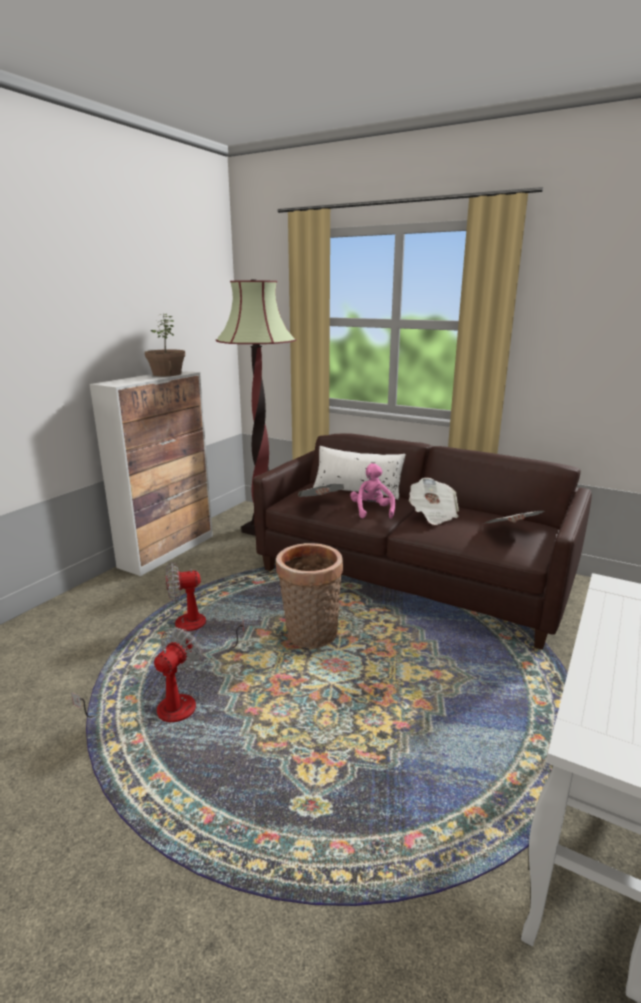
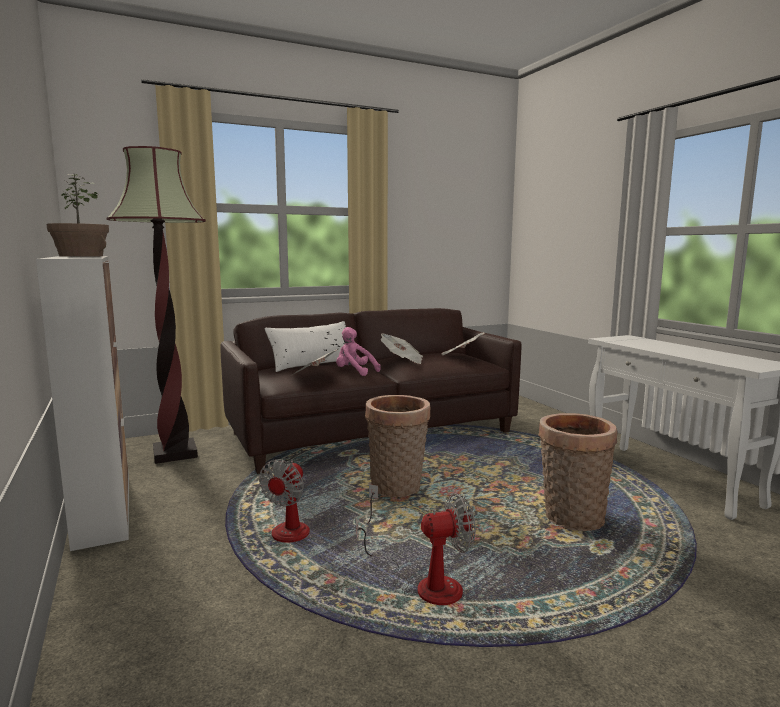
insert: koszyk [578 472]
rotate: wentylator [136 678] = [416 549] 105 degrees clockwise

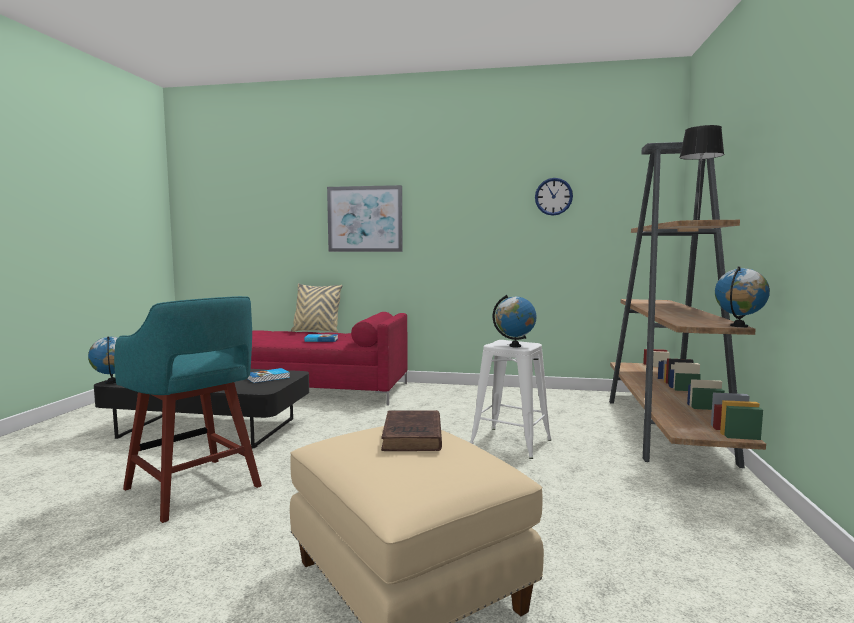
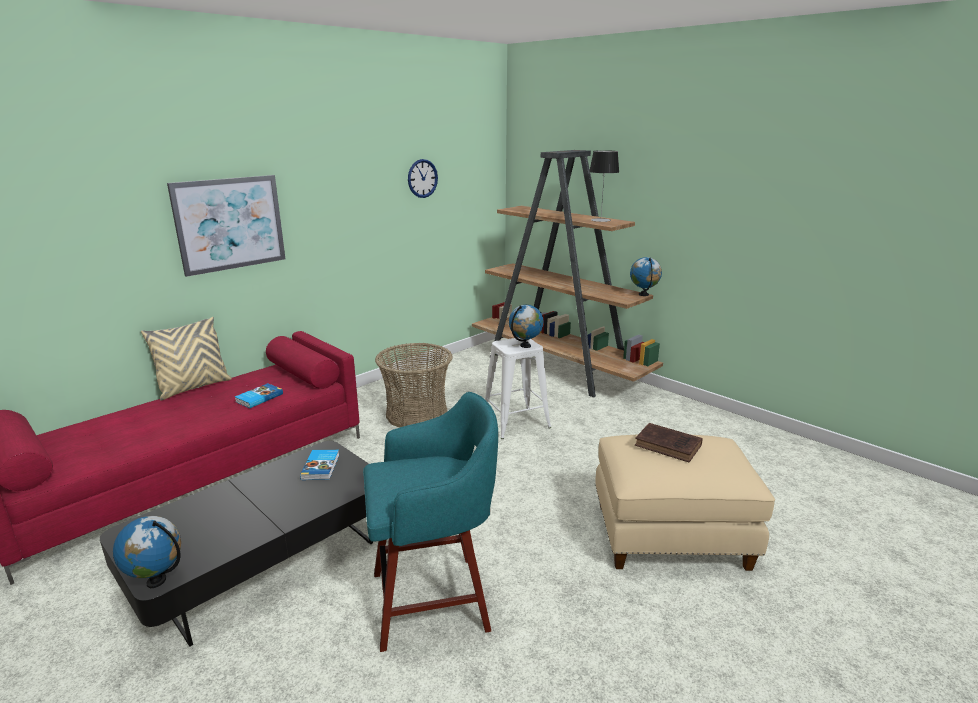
insert: koszyk [414 385]

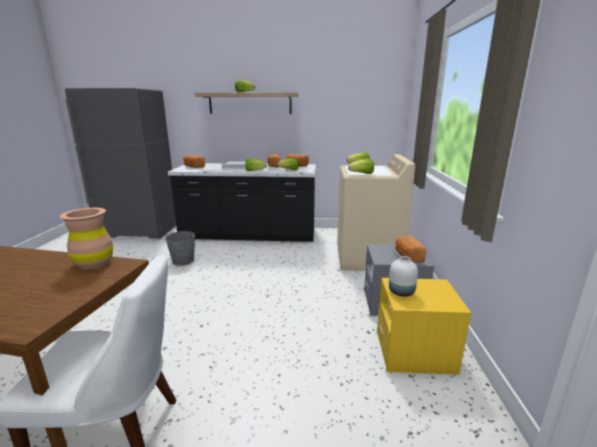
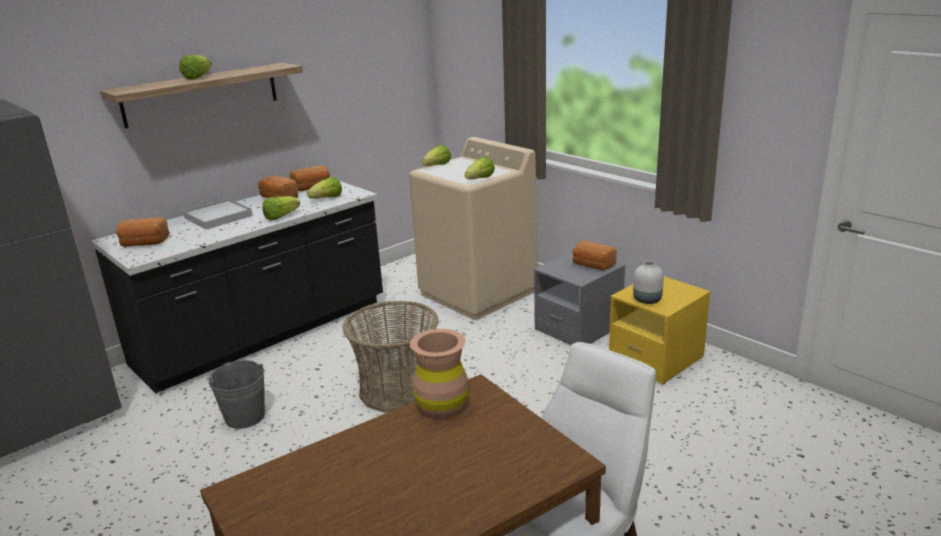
insert: koszyk [390 357]

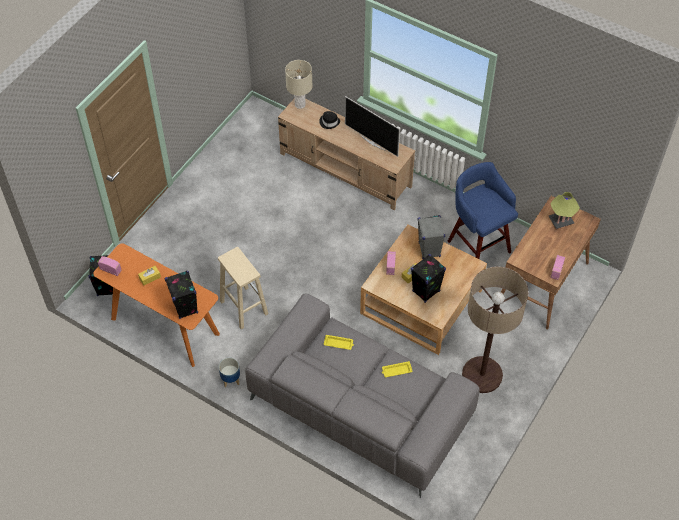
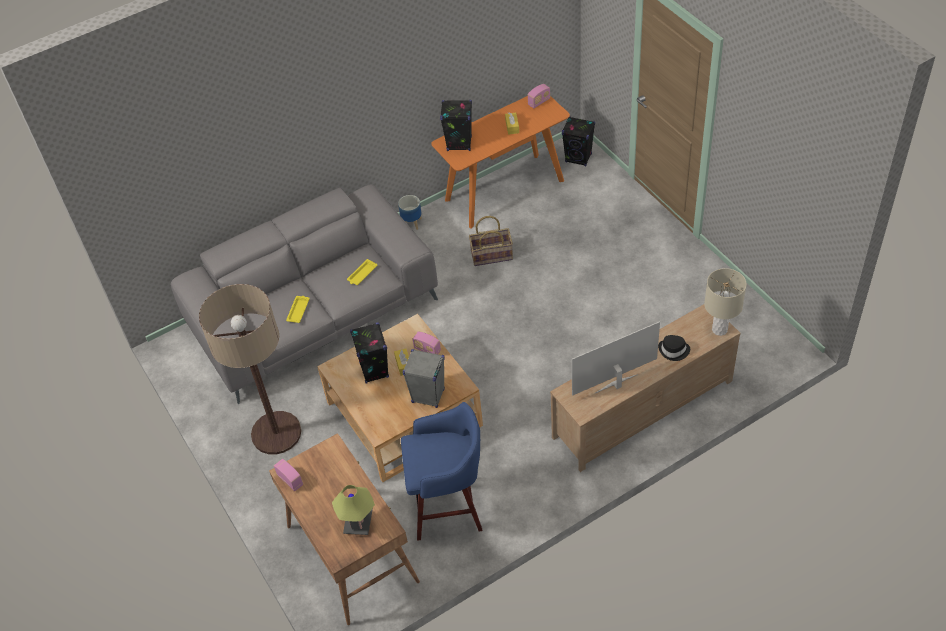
replace: stołek [beżowy] [243 288] to koszyk [491 241]

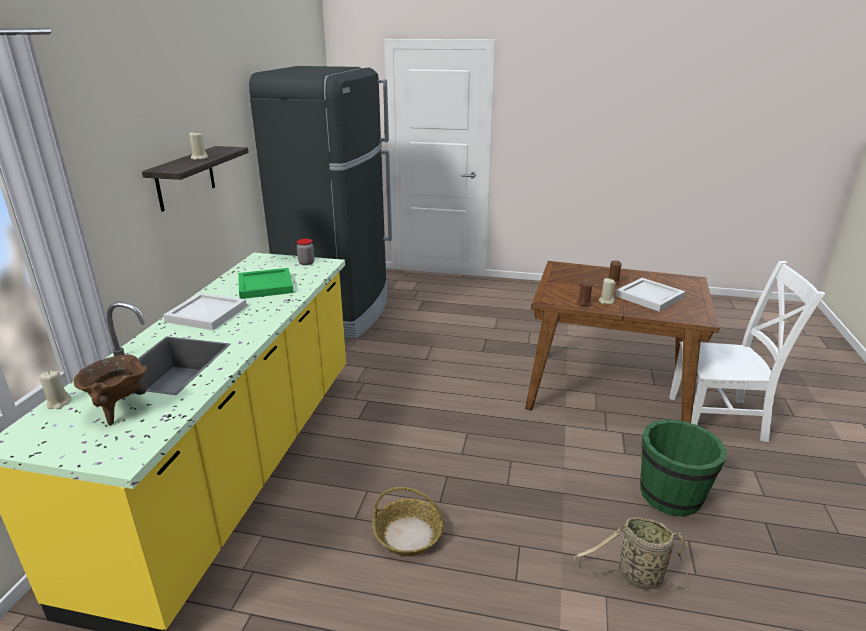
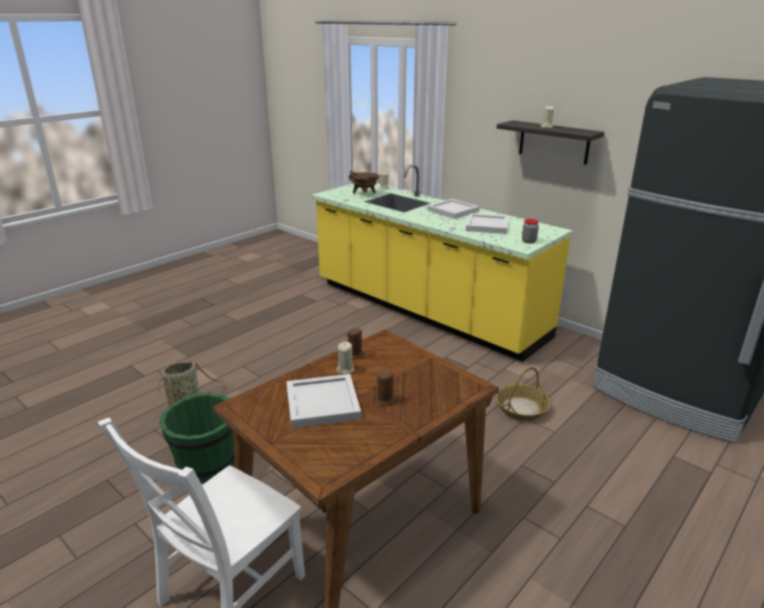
move: koszyk [409 521] to [523 394]
recolor: taca [zielony] [266 283] to taca [biały] [487 223]

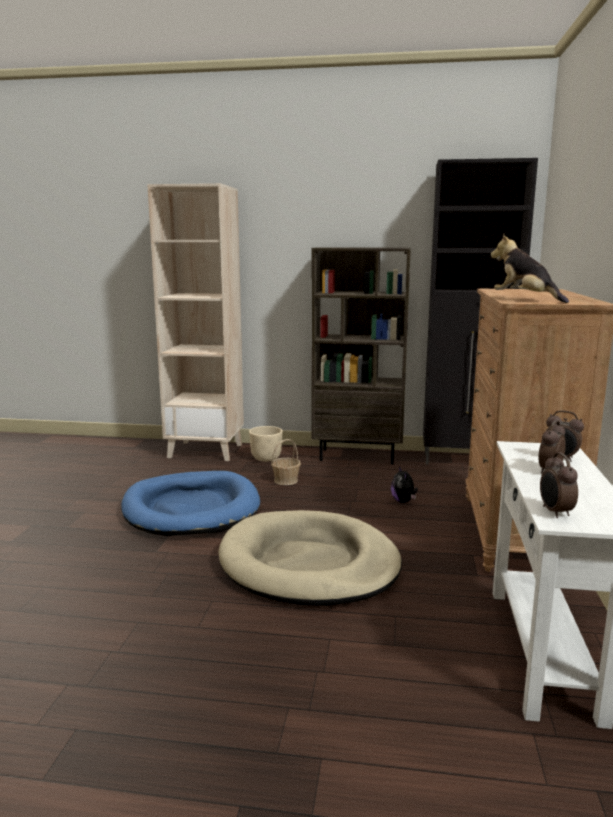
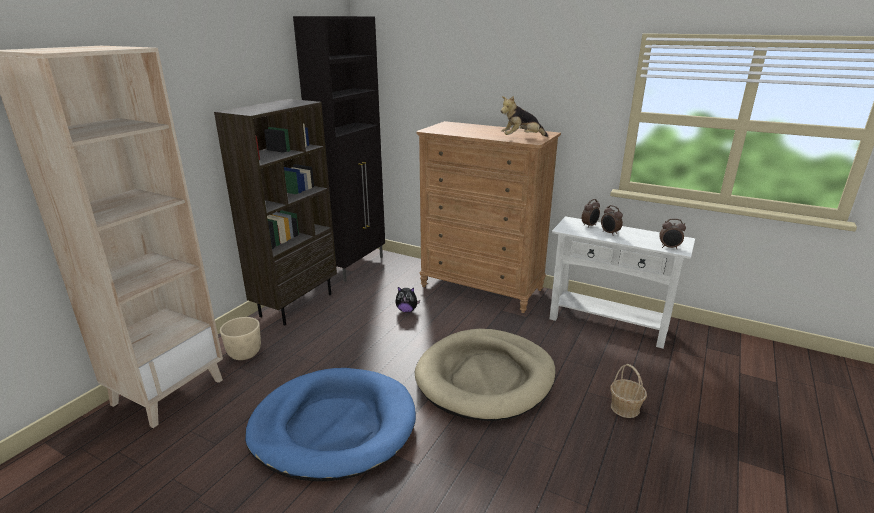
move: koszyk [286 462] to [628 391]

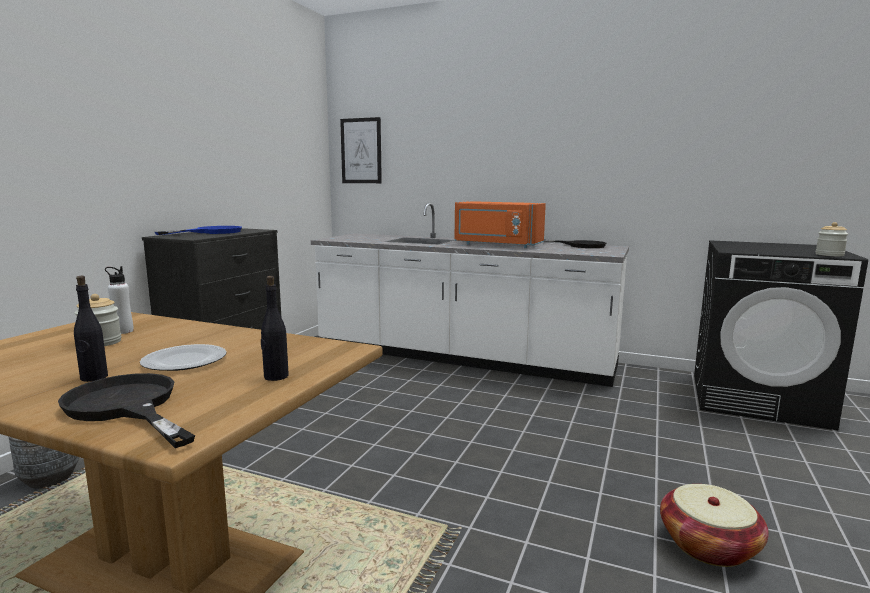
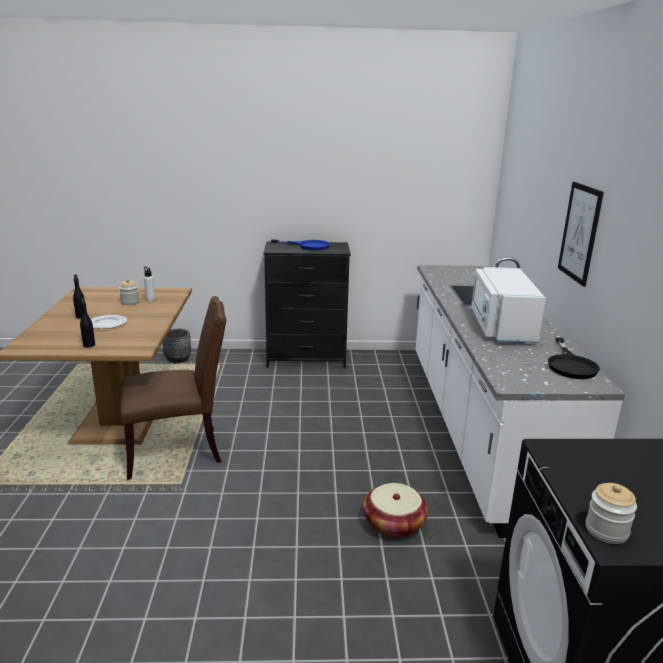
delete: patelnia [czarny] [126 410]
insert: krzesło [brązowy] [173 388]
move: obraz [361 150] to [581 234]; koszyk [714 525] to [395 510]
recolor: mikrofalówka [pomarańczowy] [500 224] to mikrofalówka [biały] [508 305]

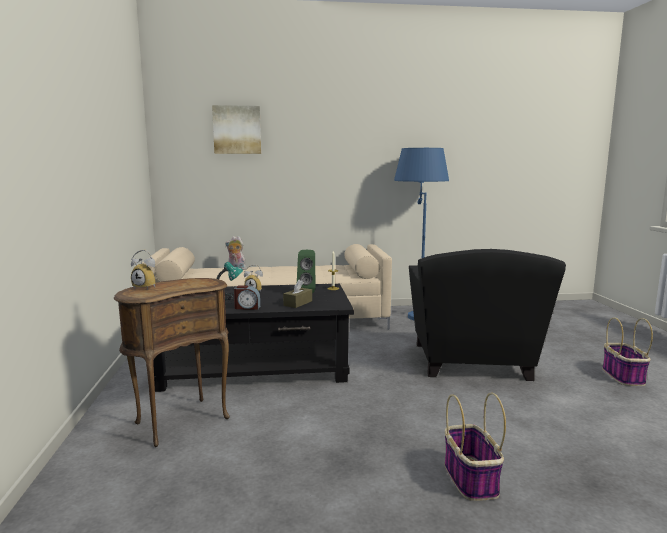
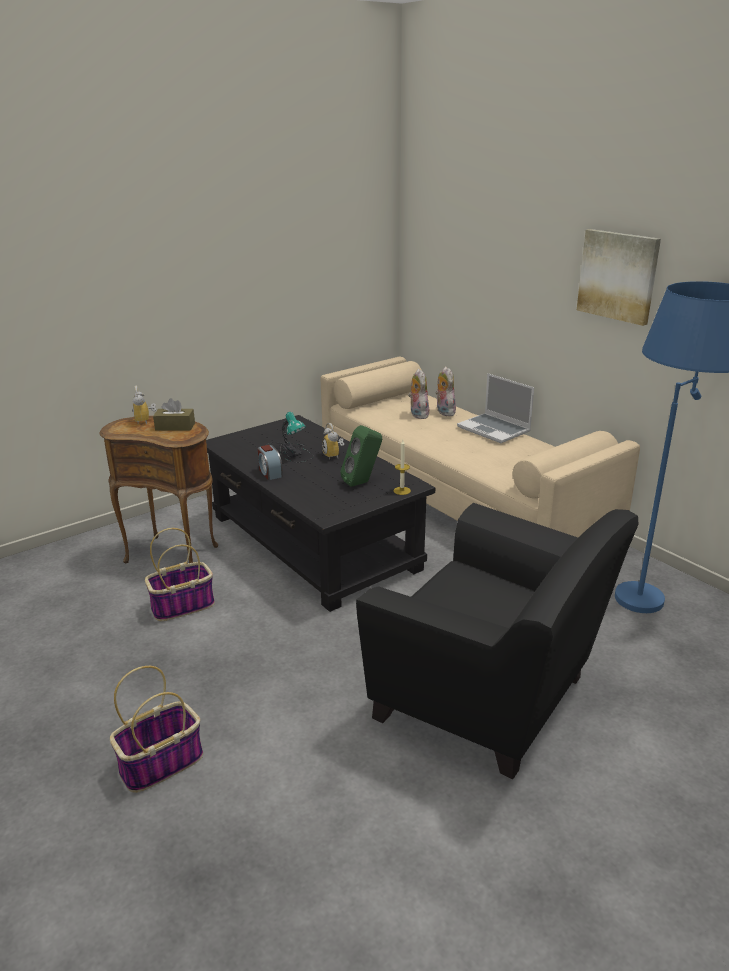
insert: pluszak [418 394]; laptop [495 408]
move: obraz [236 129] to [619 277]; pudełko chusteczek [brązowy] [297 294] to [174 414]; koszyk [627 351] to [180 574]
rotate: fotel [czarny] [487 315] = [497 641] 120 degrees counterclockwise

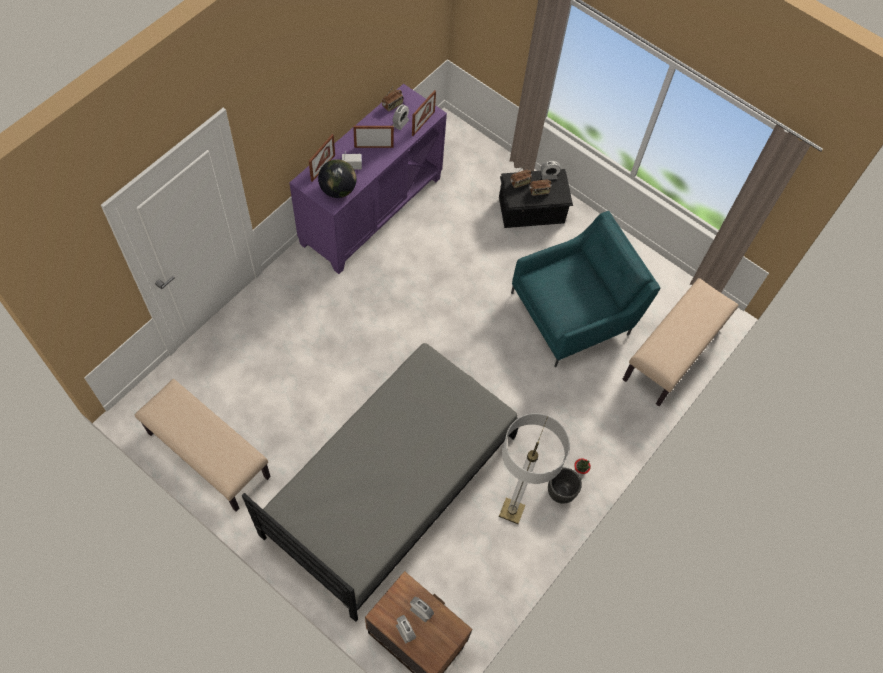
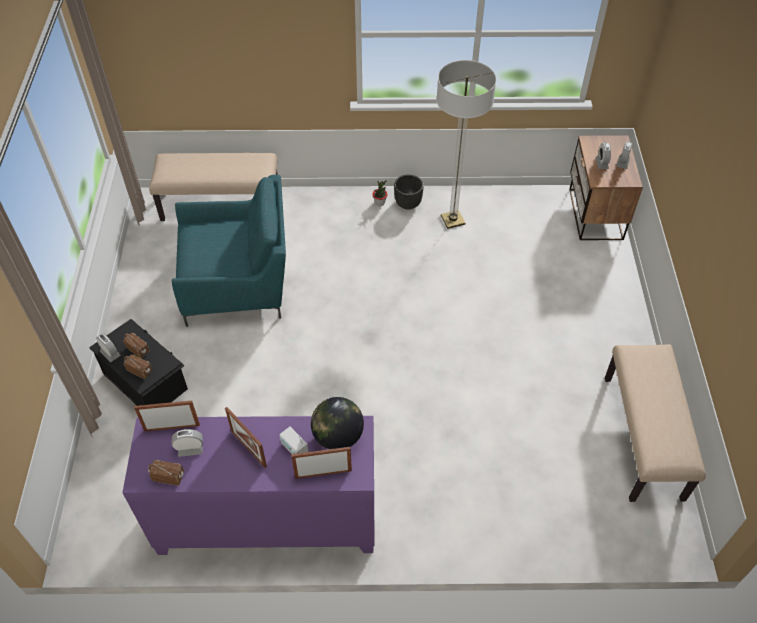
delete: łóżko [szary] [380 482]
rotate: fotel [turkusowy] [585 289] = [229 251] 150 degrees clockwise

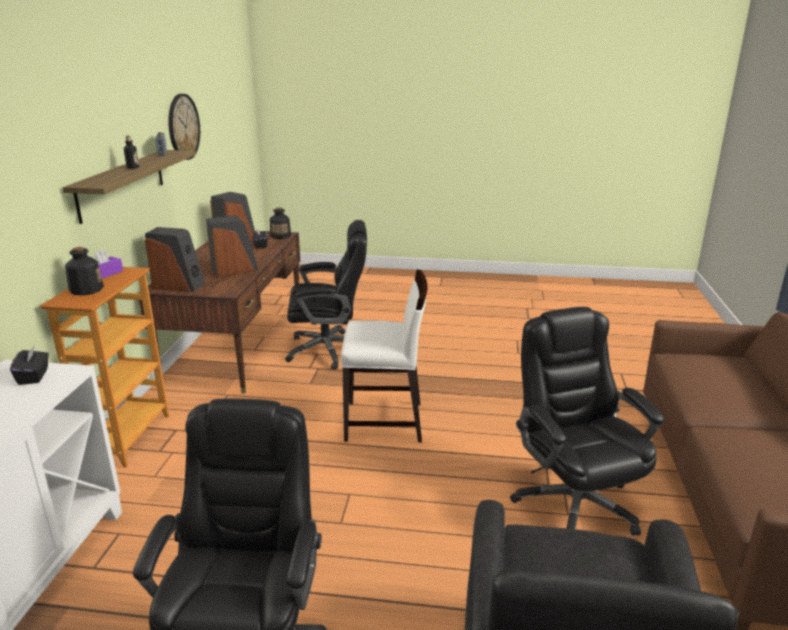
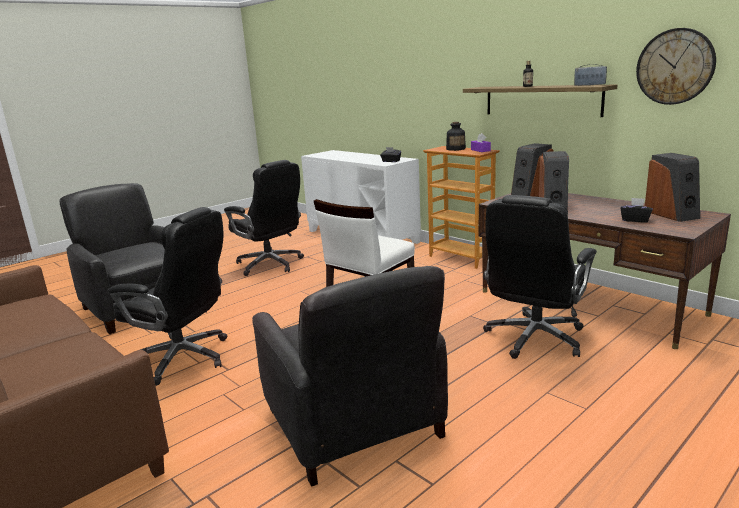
delete: butelka [280 223]
insert: fotel [czarny] [350 376]

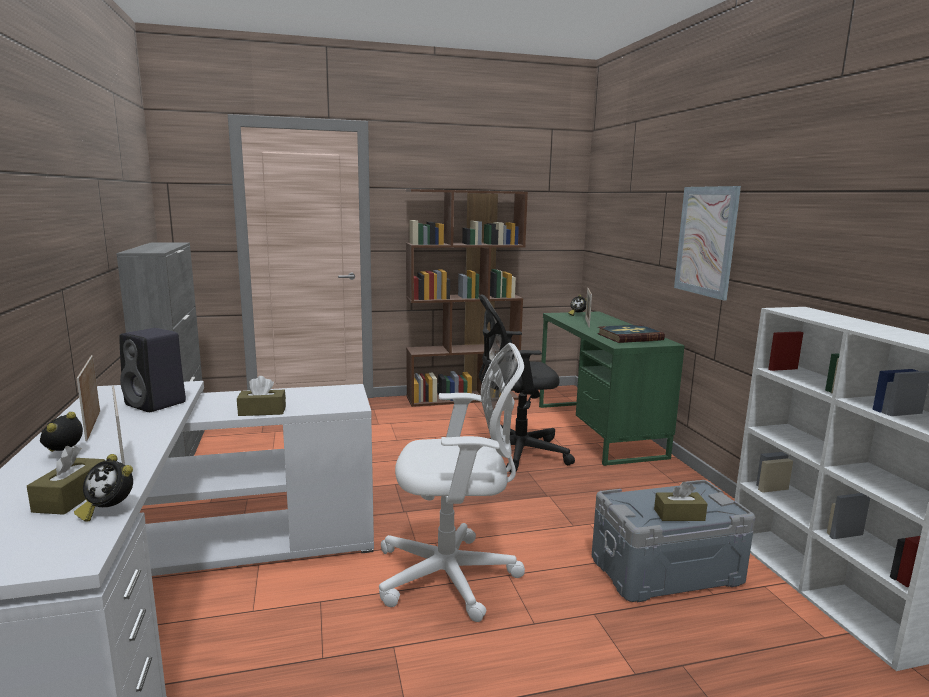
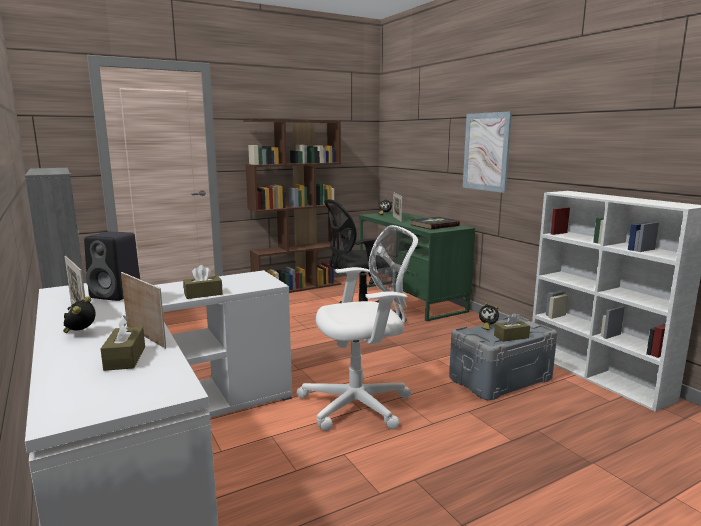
move: budzik [103 487] to [489 316]

